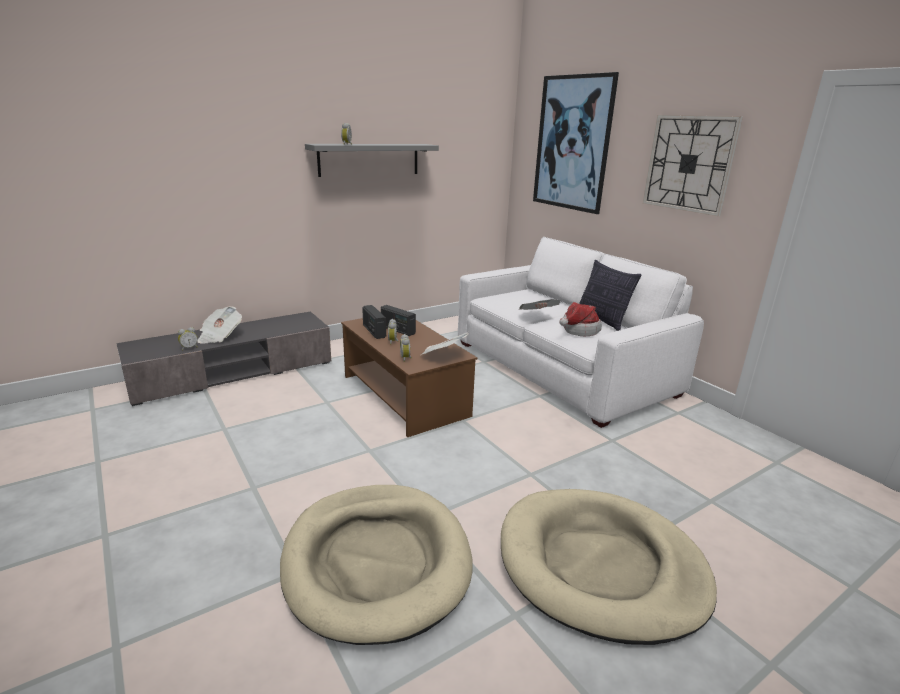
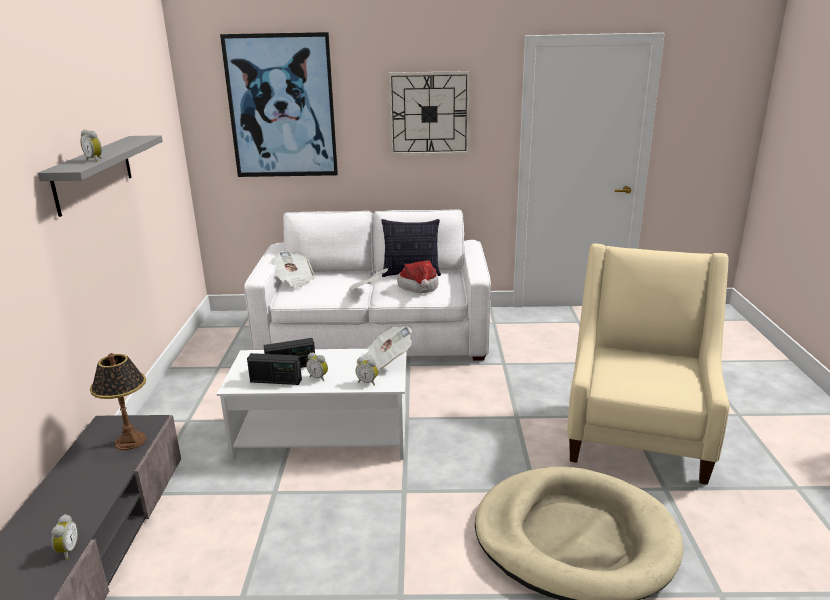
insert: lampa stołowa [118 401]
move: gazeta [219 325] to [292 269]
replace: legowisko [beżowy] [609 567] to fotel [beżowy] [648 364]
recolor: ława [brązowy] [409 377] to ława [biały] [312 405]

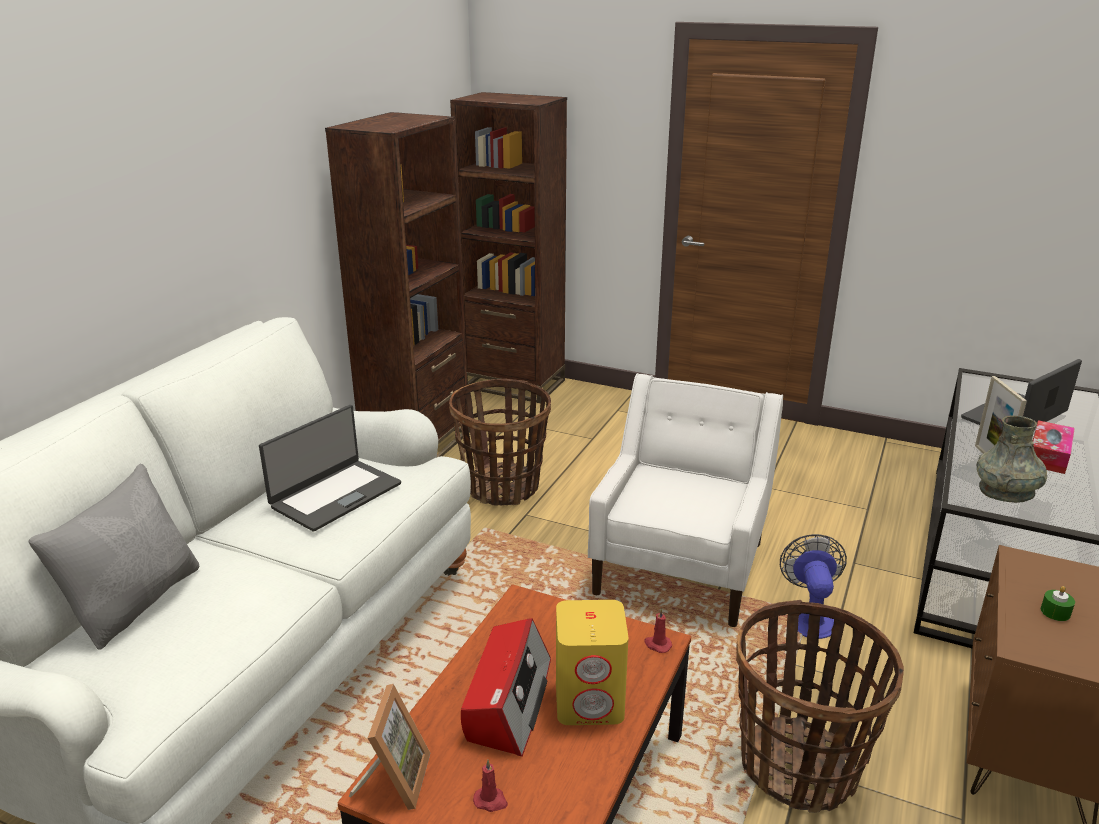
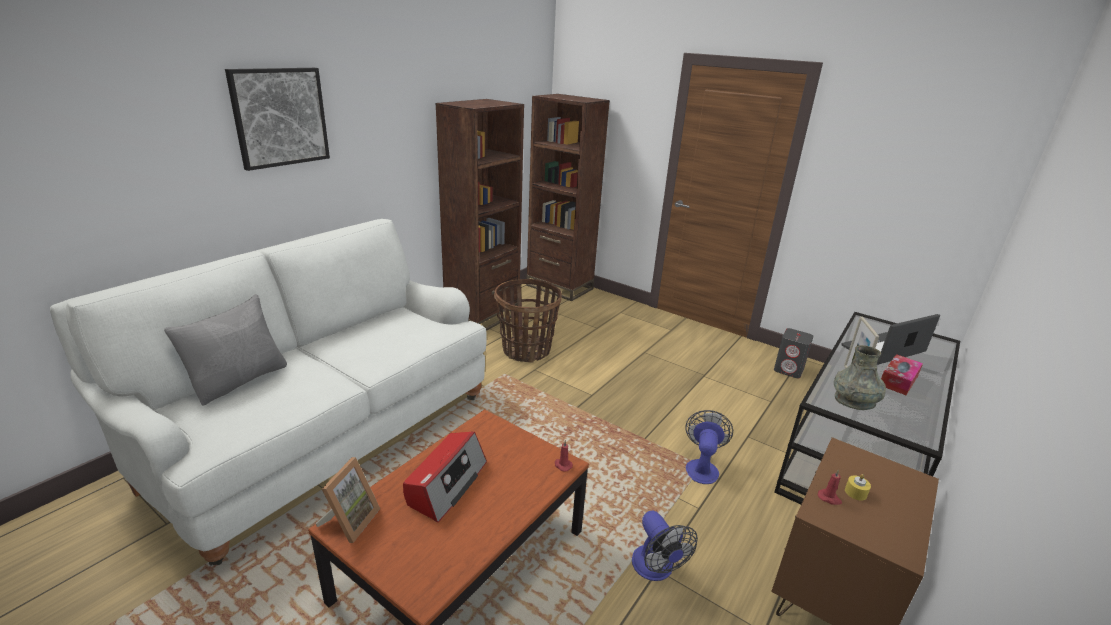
delete: laptop [330 468]; głośnik [żółty] [592 662]; fotel [biały] [685 500]
insert: obraz [277 119]; głośnik [szary] [793 353]
move: świeca [czerwony] [490 786] to [830 487]
replace: koszyk [820 706] to wentylator [665 546]
recolor: świeca [zielony] [1058 603] to świeca [żółty] [858 487]

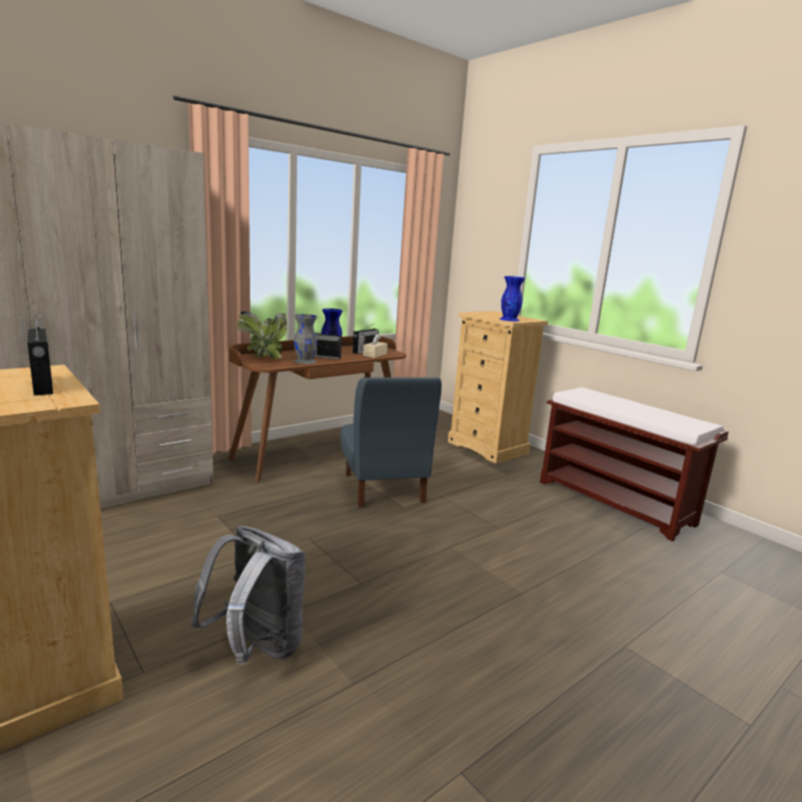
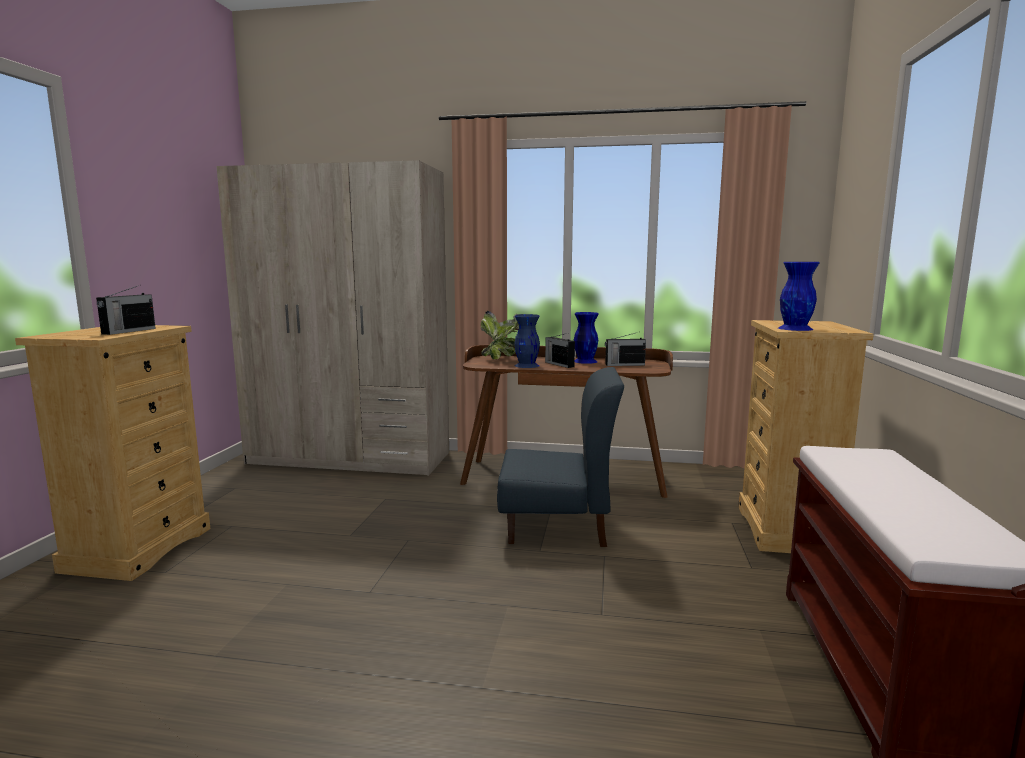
delete: plecak [szary] [248 595]; pudełko chusteczek [beżowy] [375 345]
recolor: wazon [szary] [305 339] to wazon [niebieski] [527 341]
rotate: krzesło [niebieski] [391 442] = [560 457] 120 degrees counterclockwise

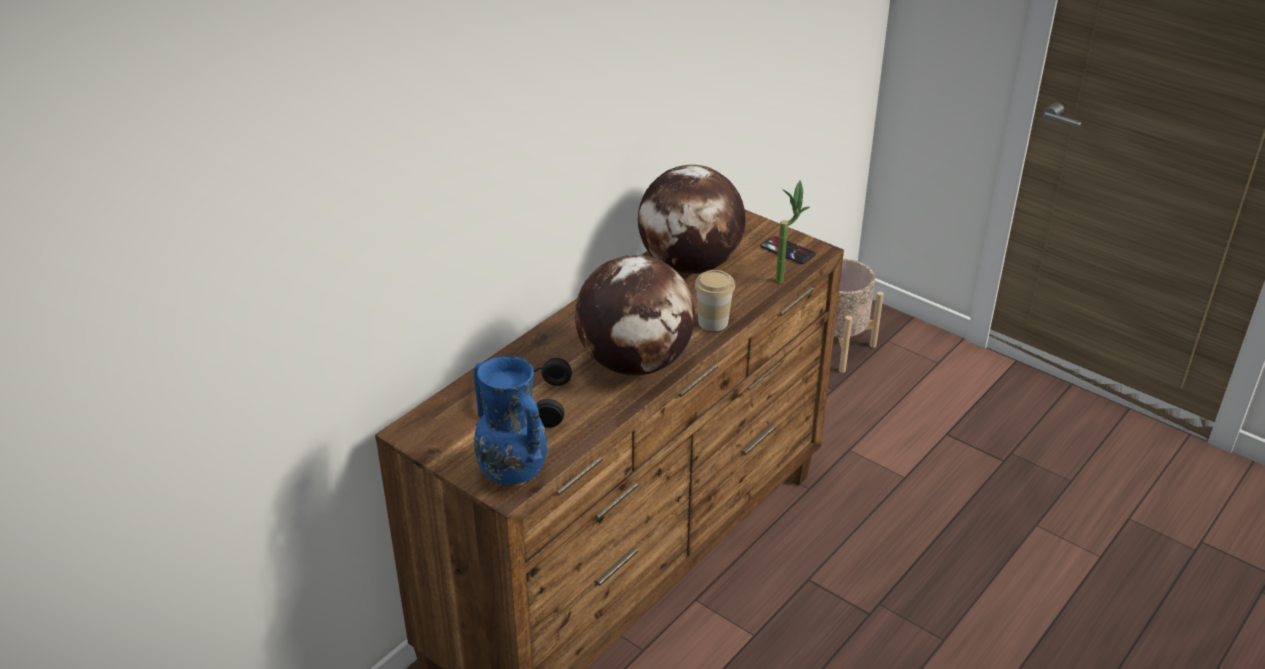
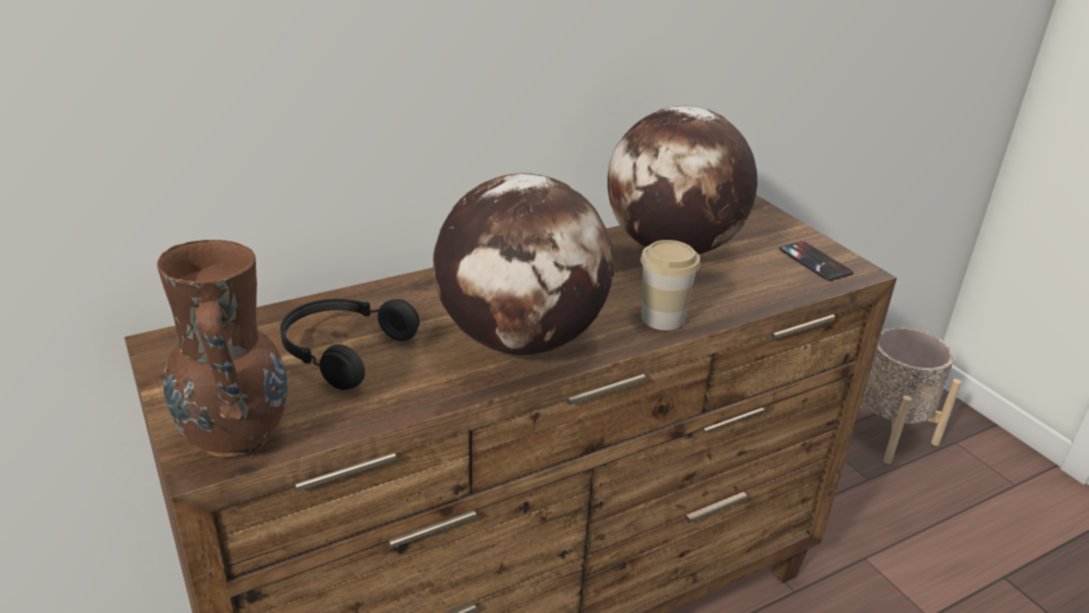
delete: roślina doniczkowa [793 231]
recolor: wazon [niebieski] [511 421] to wazon [brązowy] [222 348]

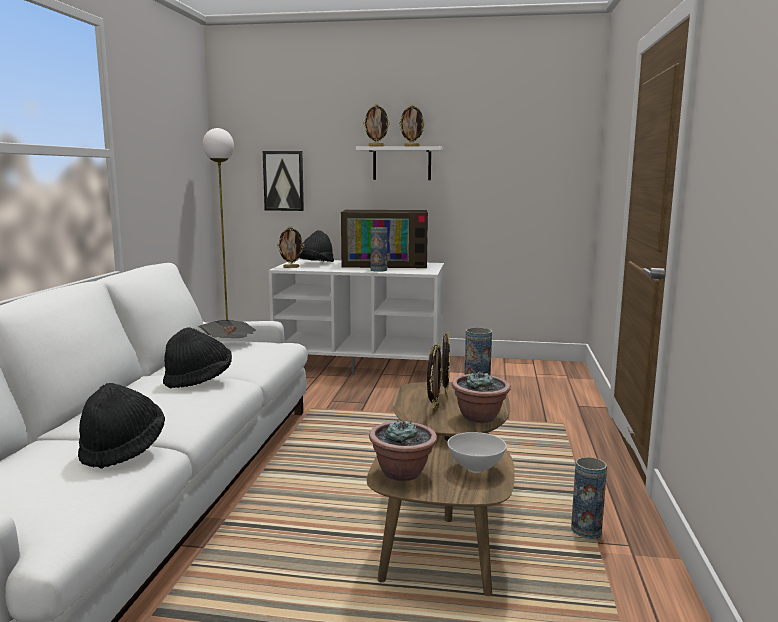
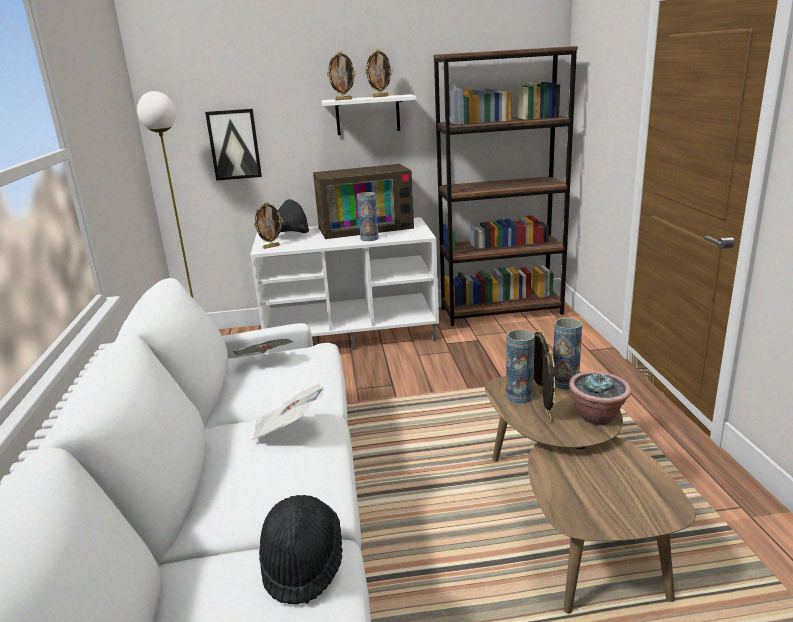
delete: roślina doniczkowa [403 450]; miska [biały] [477 452]
insert: regał [brązowy] [505 186]
move: wazon [589 498] to [520 366]
replace: kapelusz [czarny] [197 357] to gazeta [288 411]

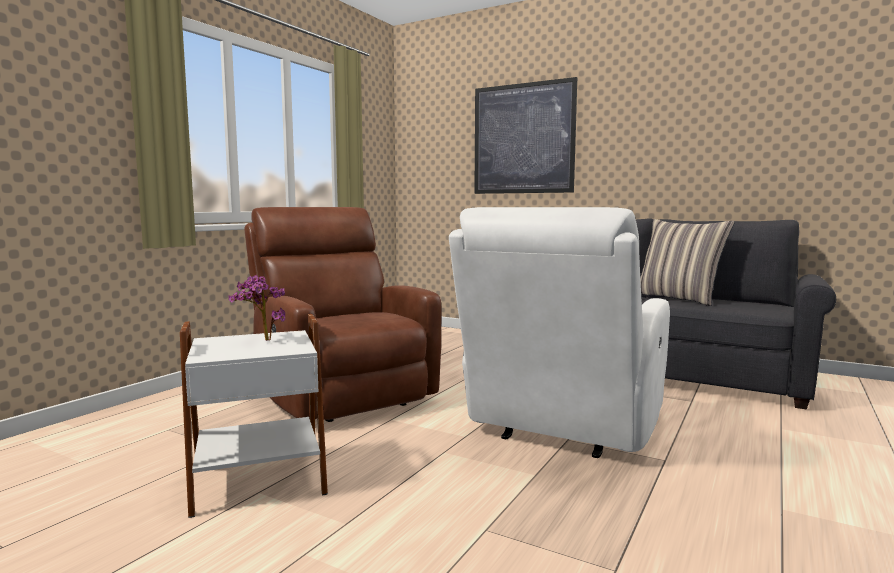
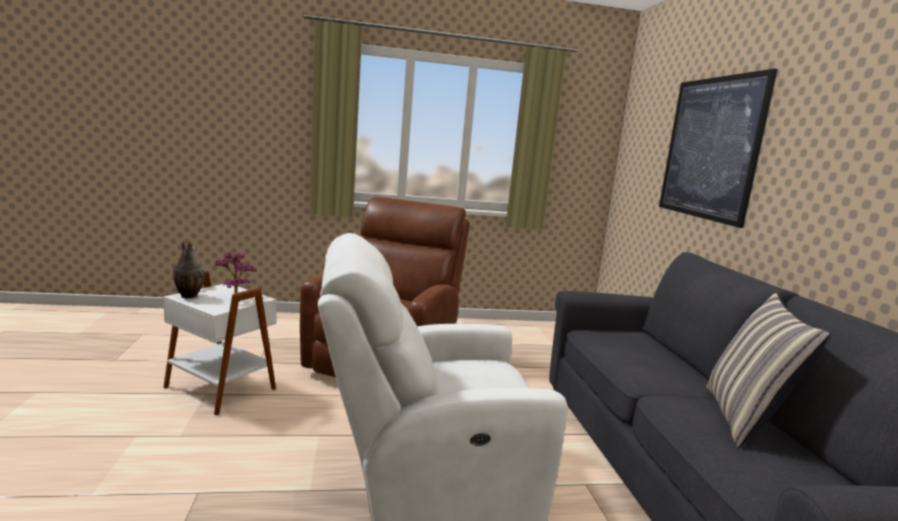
insert: wazon [189 269]

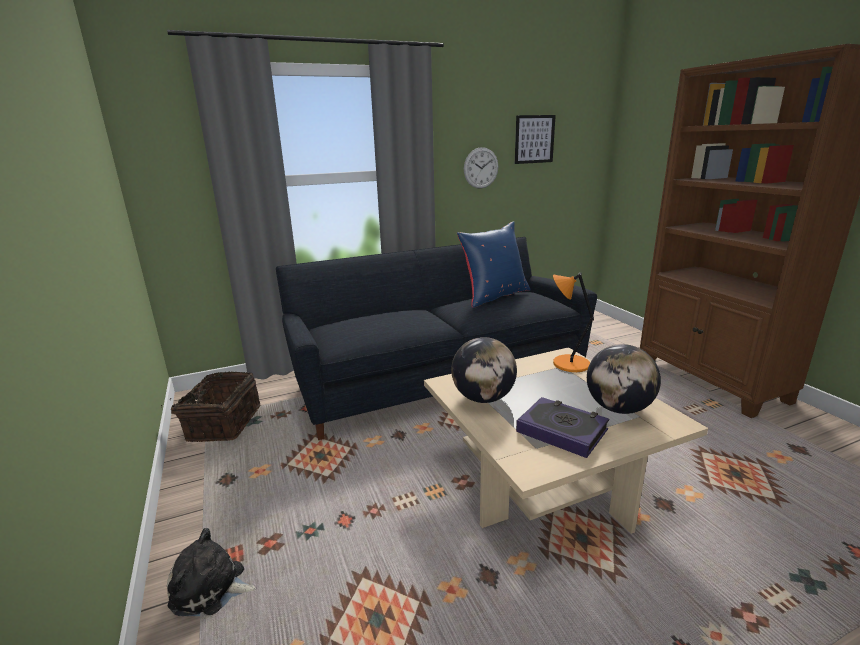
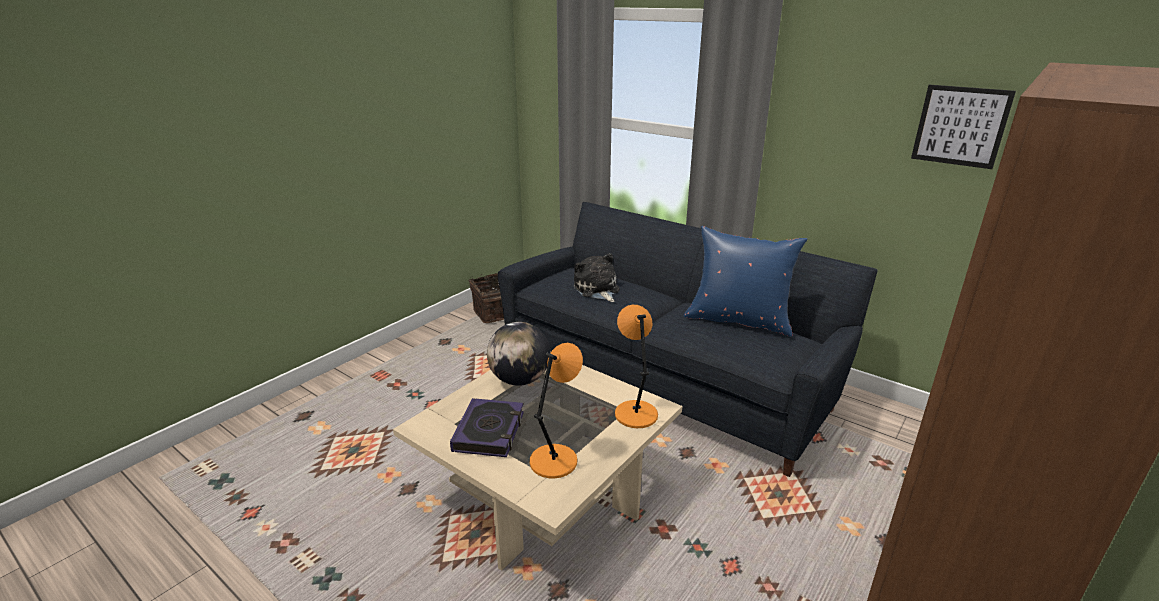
delete: zegar ścienny [481 168]
move: pluszak [212 572] to [597 277]
replace: globus [624 379] to lampa stołowa [pomarańczowy] [556 410]

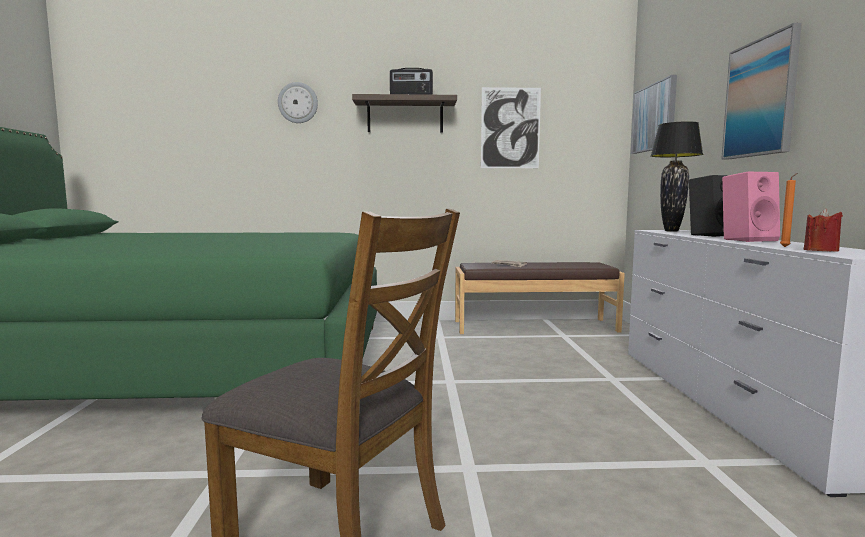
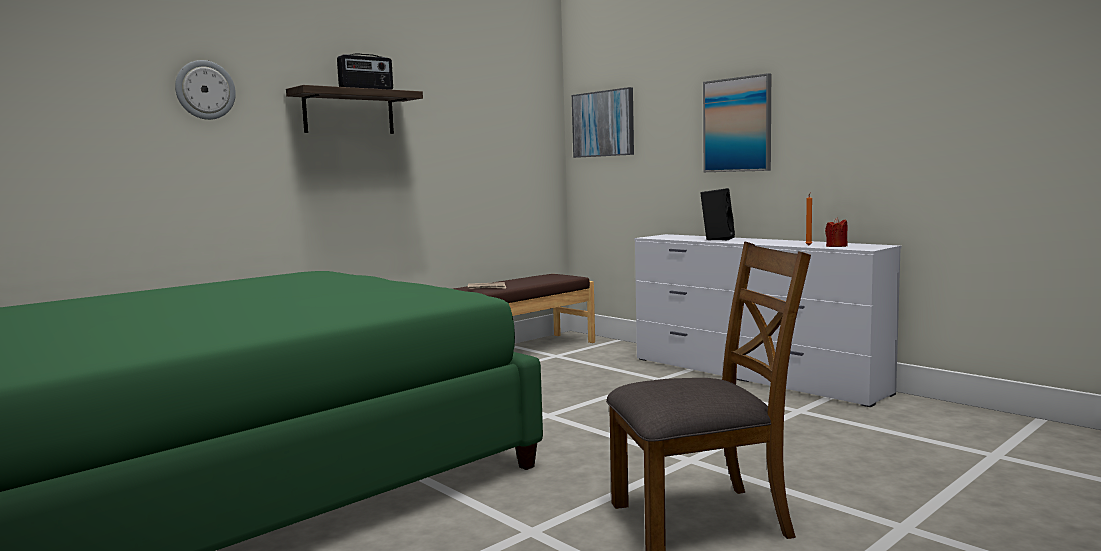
delete: obraz [511 127]; lampa stołowa [czarny] [677 176]; głośnik [różowy] [751 207]

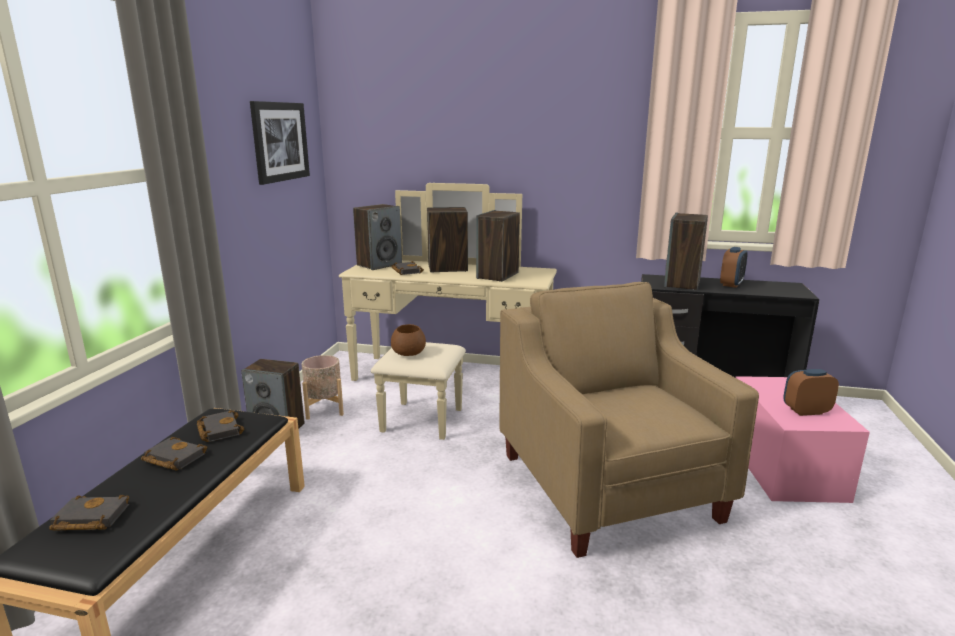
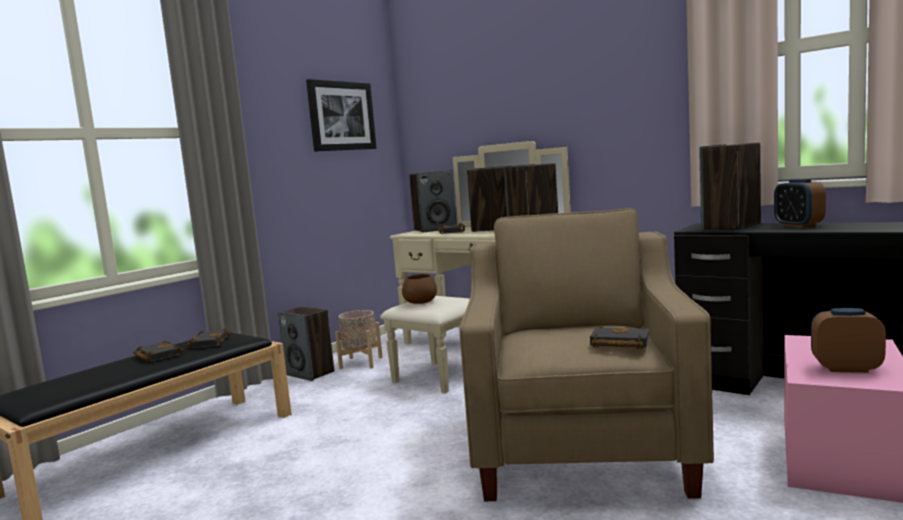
move: książka [czarny] [89 513] to [620 337]
rotate: budzik [734 267] = [800 203] 105 degrees clockwise

